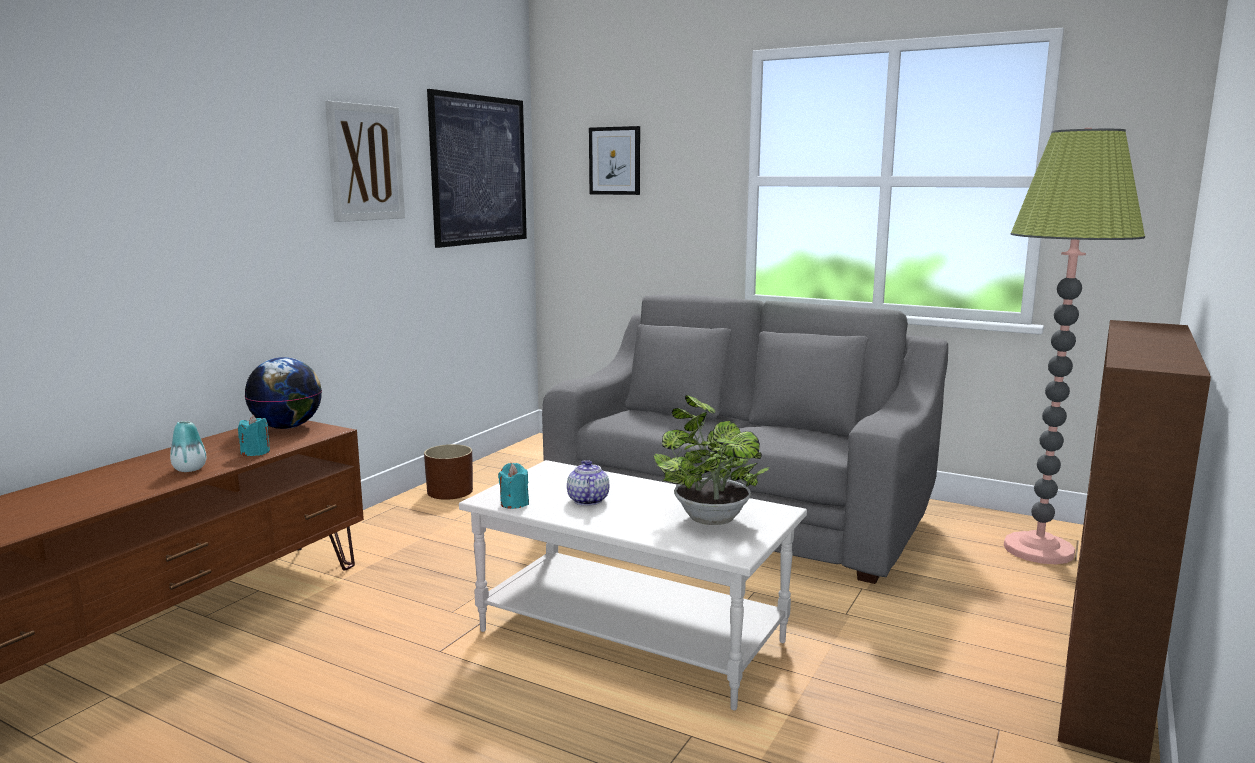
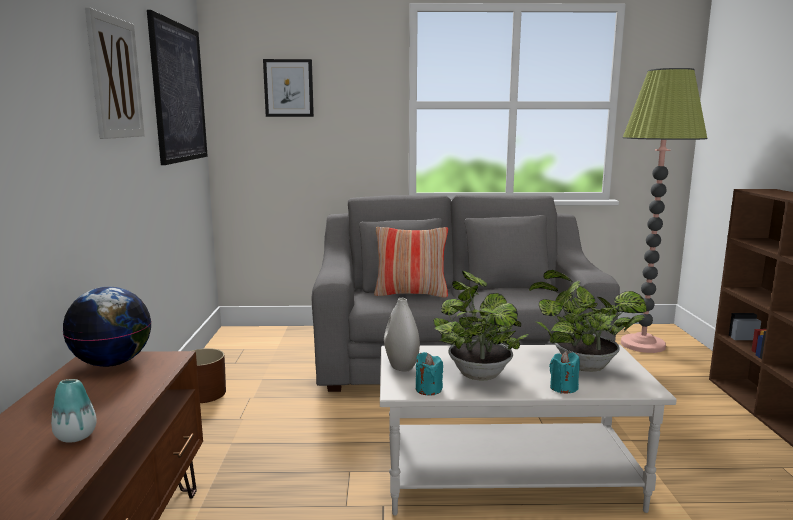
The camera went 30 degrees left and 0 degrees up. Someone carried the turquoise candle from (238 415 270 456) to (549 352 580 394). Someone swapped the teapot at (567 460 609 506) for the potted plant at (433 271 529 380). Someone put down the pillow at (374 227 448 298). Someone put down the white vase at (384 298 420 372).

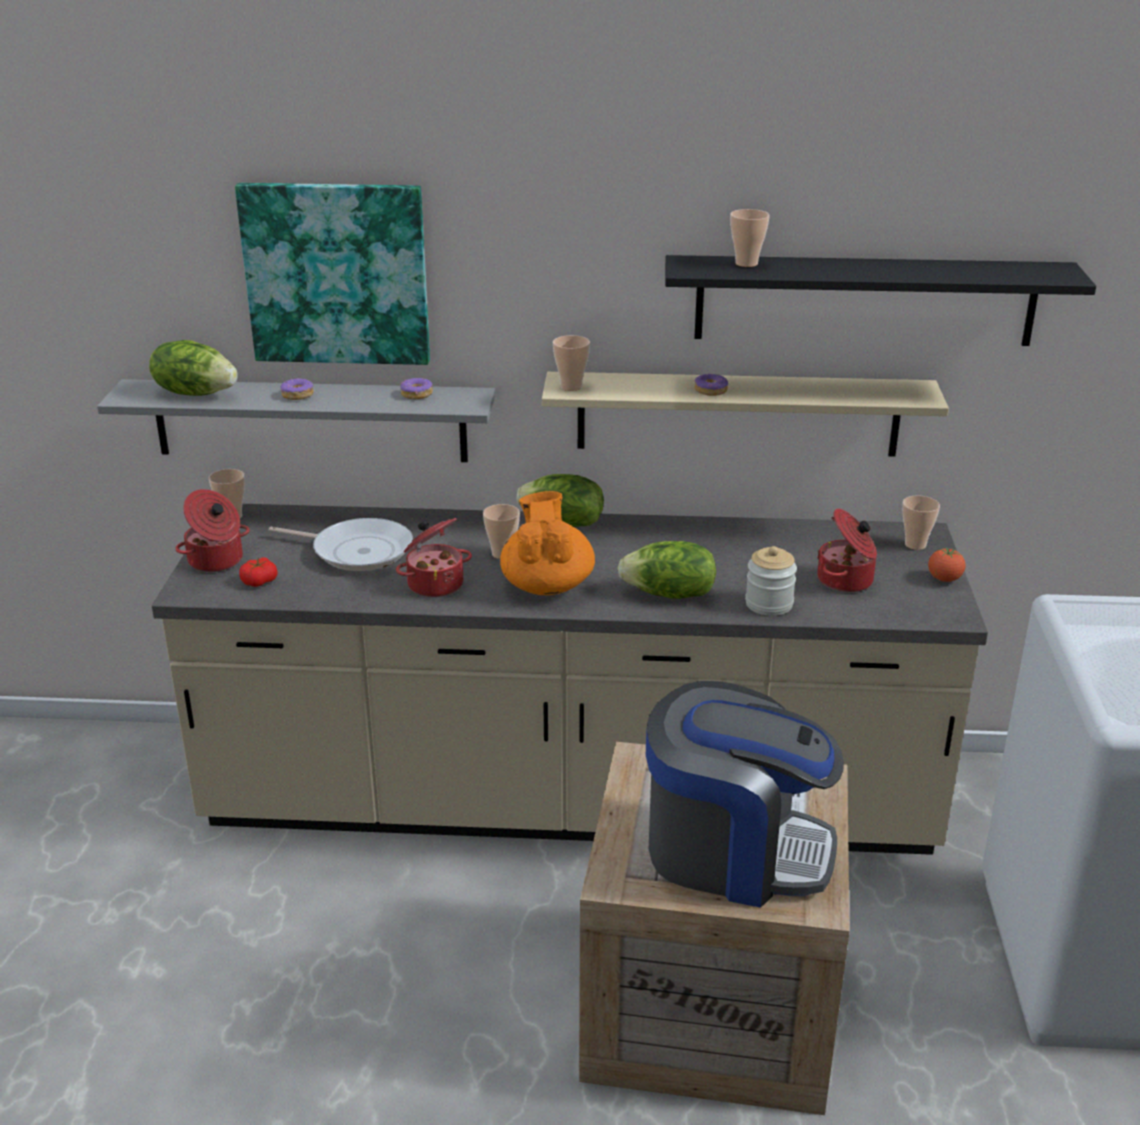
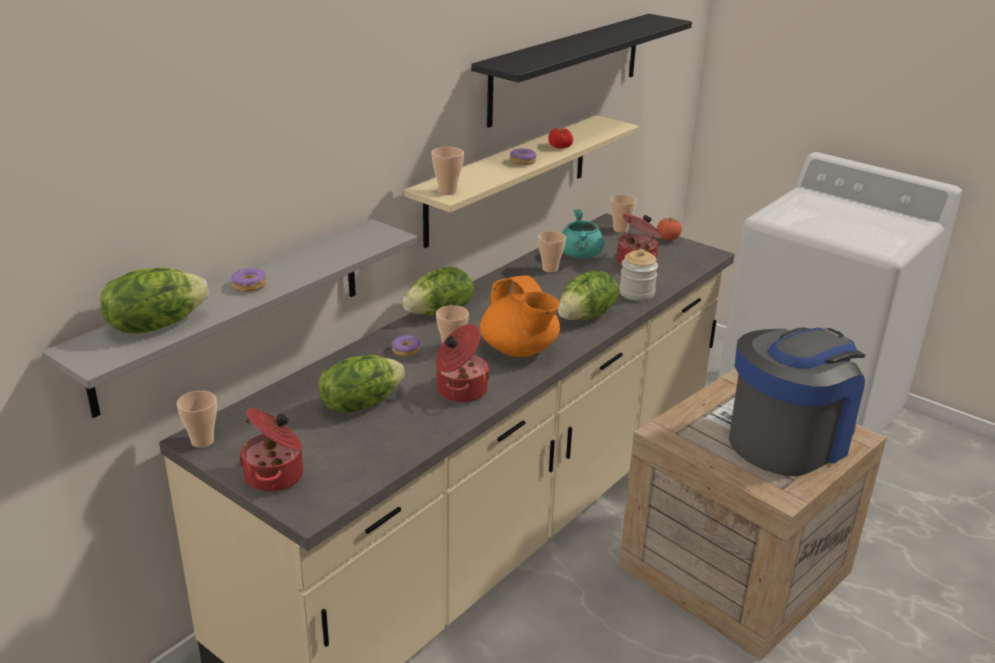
The camera went 55 degrees left and 0 degrees up. Someone took away the picture at (235 183 430 365). Someone carried the cup from (730 209 770 267) to (538 231 566 273). Someone carried the donut from (400 378 433 399) to (392 335 421 357). Someone rotated the orange teapot at (500 491 595 595) by 150 degrees counterclockwise. Someone swapped the frying pan at (269 518 413 571) for the lettuce at (318 355 405 413). Someone carried the tomato from (239 557 278 587) to (549 128 573 149). Someone put down the turquoise cooking pot at (562 210 605 258).

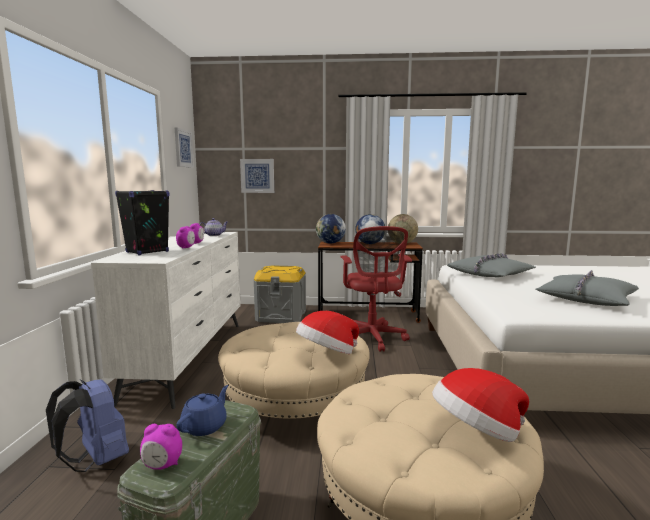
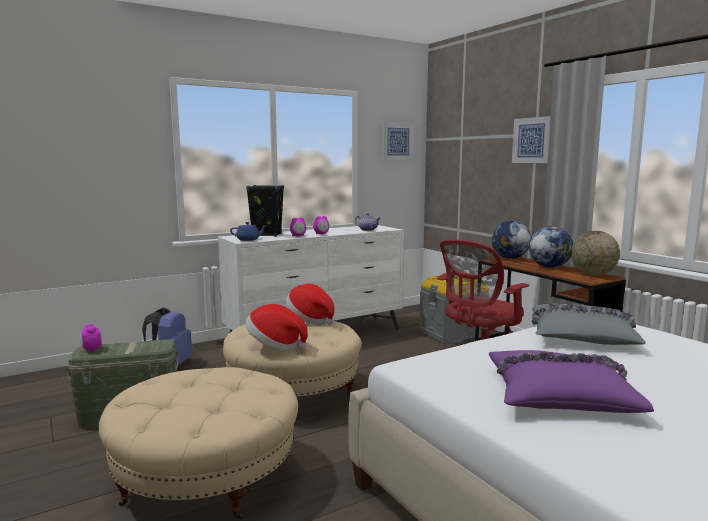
The camera went 55 degrees right and 0 degrees up. Someone carried the picture from (240 159 274 193) to (512 116 551 163). Someone repainted the grey pillow at (536 270 639 306), which became the purple pillow at (489 350 654 413). Someone carried the hat from (432 368 529 442) to (286 284 334 325). Someone carried the blue teapot from (176 385 228 436) to (230 222 266 241).

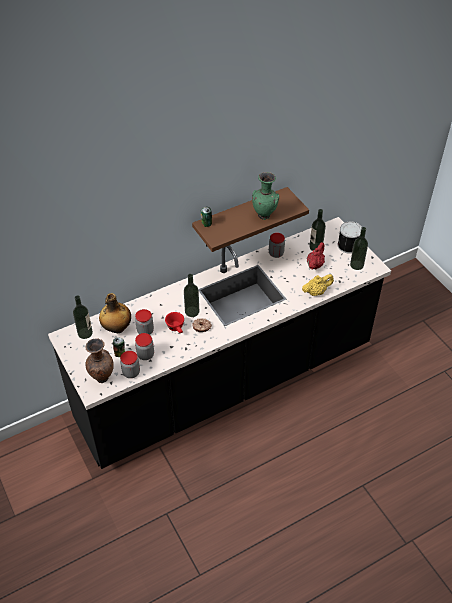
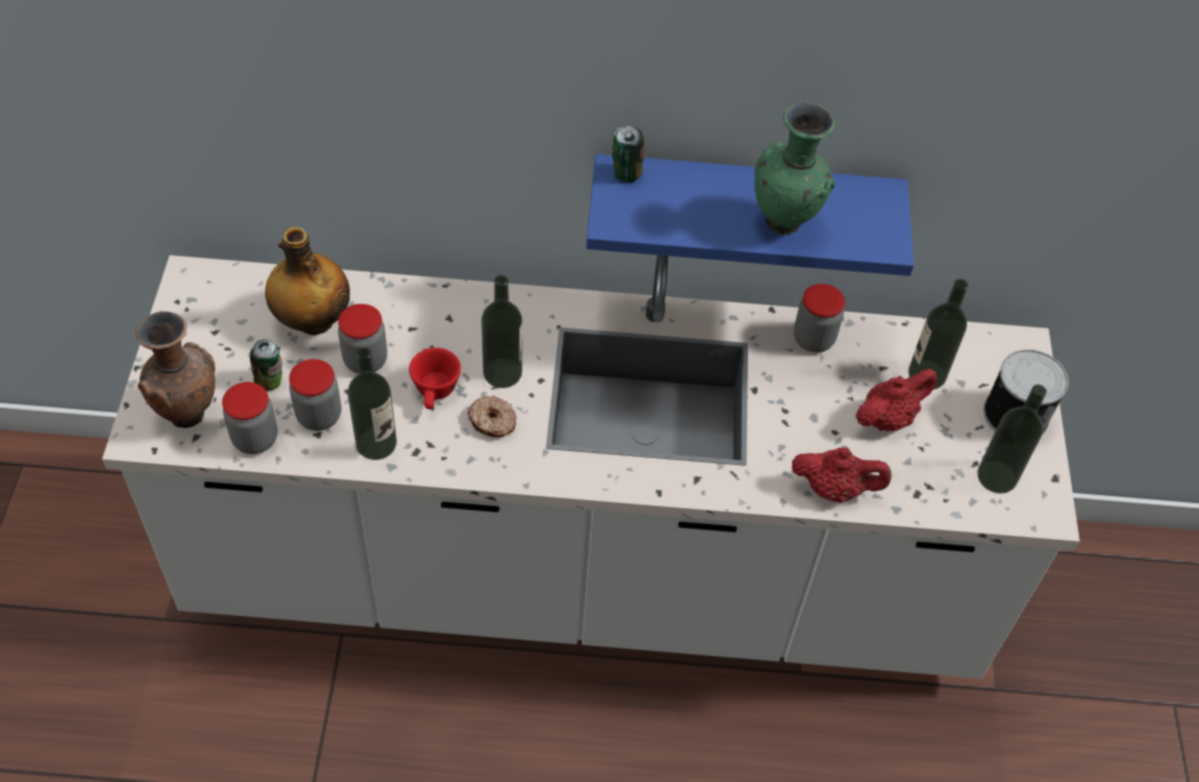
The camera went 30 degrees right and 5 degrees up. Someone repainted the brown shelf at (192 187 309 252), which became the blue shelf at (586 154 914 276). Someone repainted the black counter at (48 217 391 469), which became the white counter at (102 255 1080 679). Someone repainted the yellow teapot at (302 274 334 296), which became the red teapot at (792 447 892 503). Someone carried the bottle from (73 295 93 339) to (348 348 397 460).

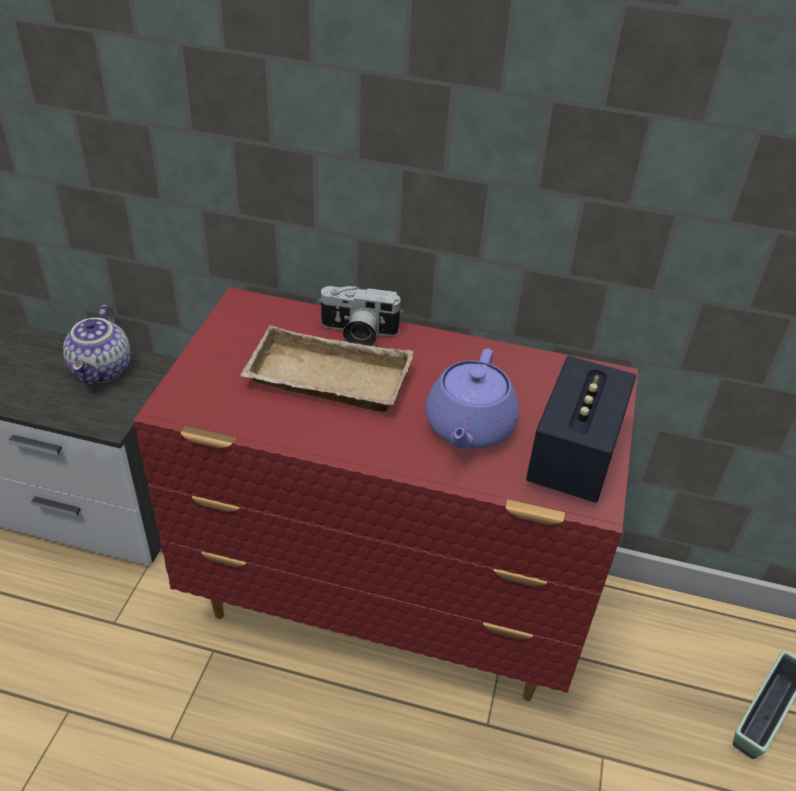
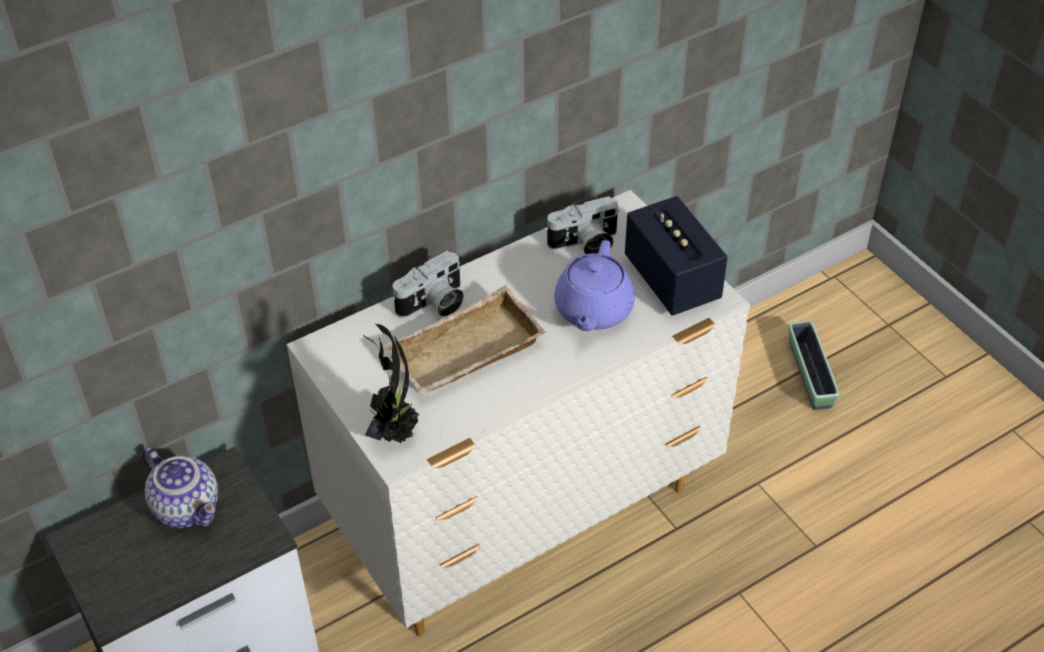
The camera went 45 degrees left and 5 degrees up. Someone repainted the red dresser at (133 287 638 701), which became the white dresser at (287 190 750 636). Someone rotated the purple teapot at (425 348 519 449) by 45 degrees clockwise. Someone put down the photo camera at (545 196 619 254). Someone put down the potted plant at (363 324 419 443).

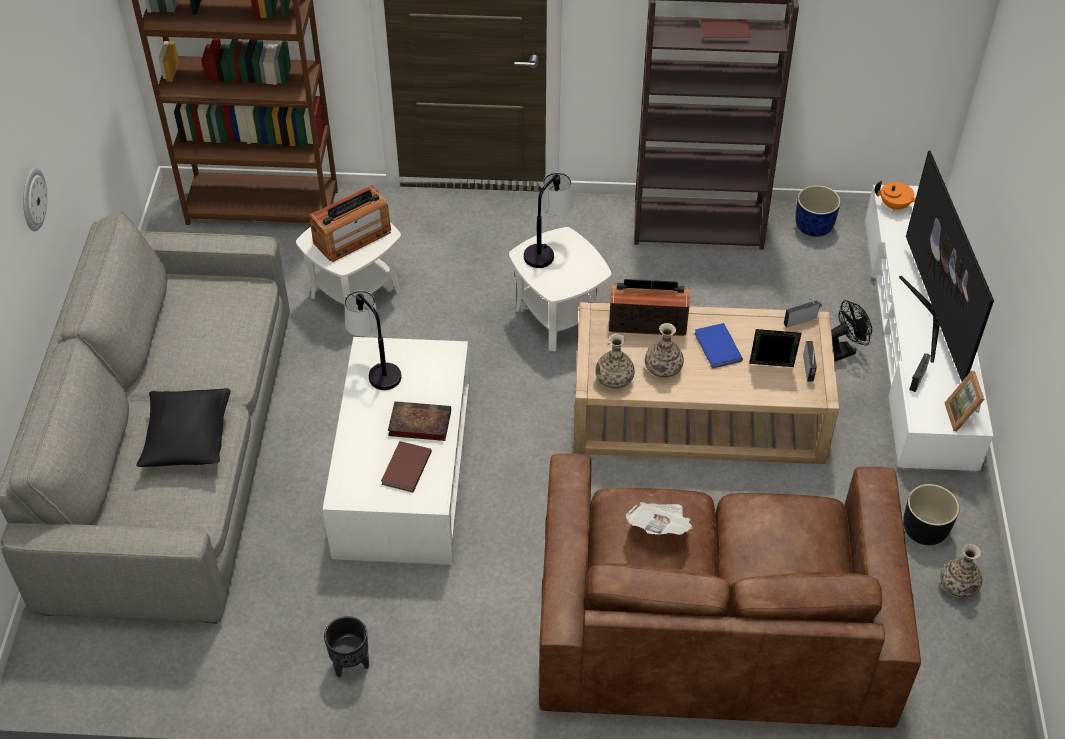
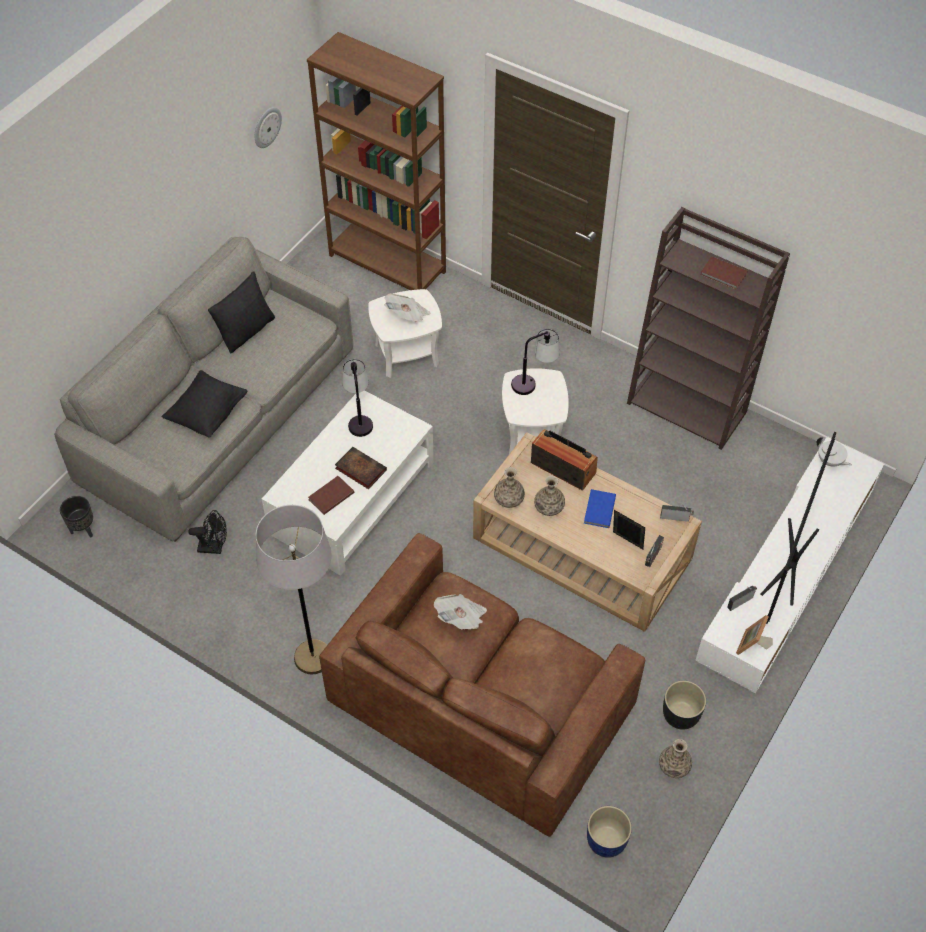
The camera went 30 degrees right and 5 degrees up. Someone carried the wall clock from (23 168 47 231) to (255 107 282 148). Someone repainted the orange teapot at (874 181 916 212), which became the white teapot at (817 437 852 467). Someone swapped the radio at (309 185 391 262) for the newspaper at (384 293 430 322). Someone carried the blue planter from (795 185 841 237) to (587 806 632 858). Someone carried the black fan from (831 300 872 361) to (188 510 227 554). Someone carried the black planter from (324 616 369 677) to (60 496 93 538). Someone put down the black pillow at (208 271 275 353). Someone put down the grey floor lamp at (256 505 332 674).

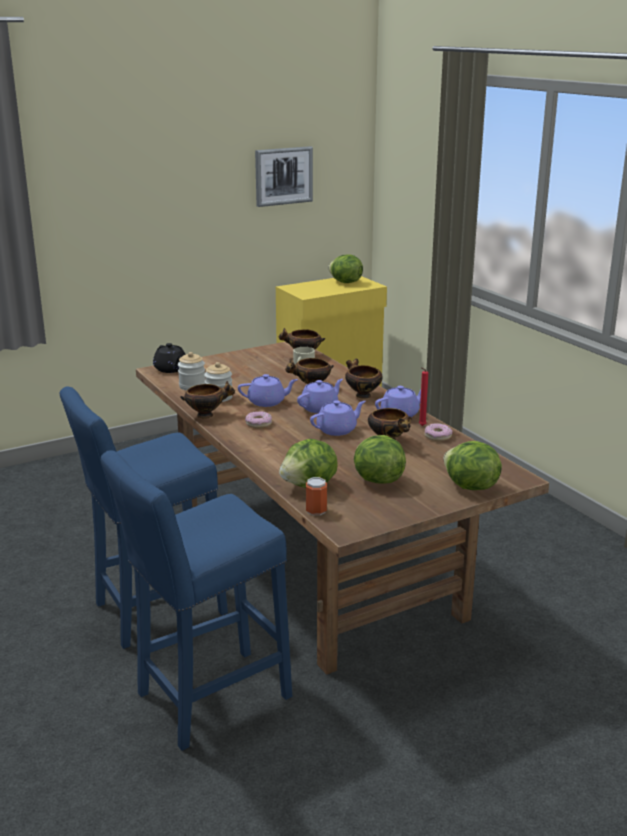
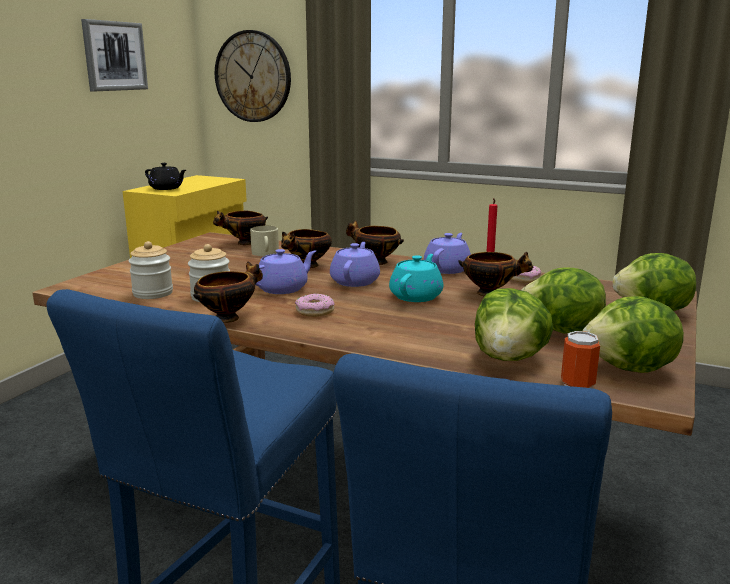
The camera went 35 degrees left and 5 degrees down. Someone carried the lettuce from (328 254 363 283) to (583 296 684 373). Someone carried the black teapot from (153 343 186 373) to (145 163 186 190). Someone repainted the purple teapot at (310 400 366 436), which became the turquoise teapot at (389 254 443 302). Someone put up the wall clock at (215 30 291 122).

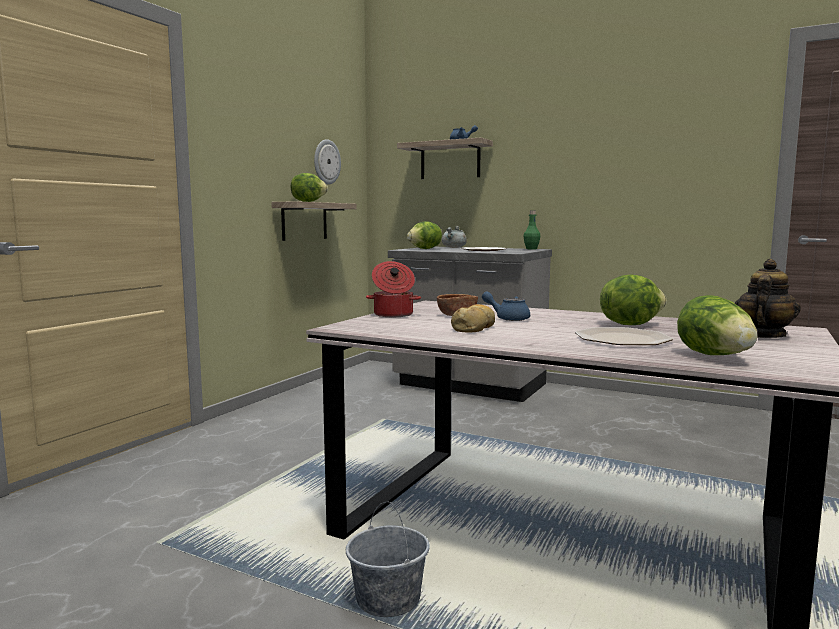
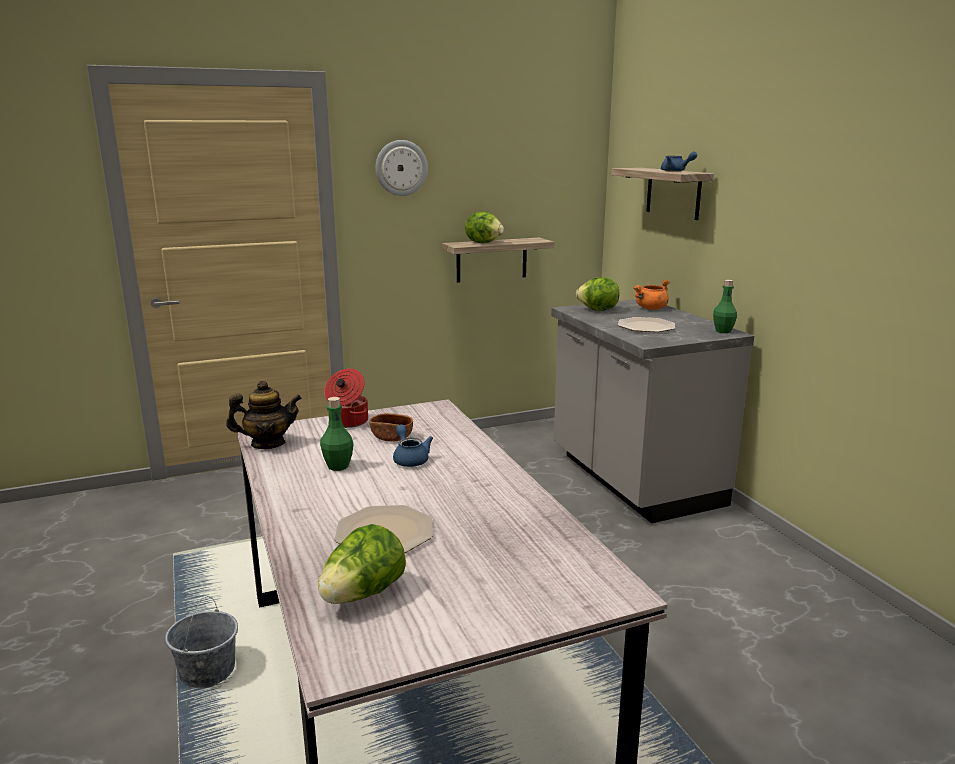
The camera went 40 degrees right and 10 degrees up. Someone carried the wall clock from (314 139 341 184) to (376 140 428 196). Someone repainted the grey cooking pot at (442 226 467 248), which became the orange cooking pot at (633 280 670 310). Someone carried the teapot from (735 259 801 338) to (226 380 302 449). Someone took away the lettuce at (600 275 667 325). Someone swapped the bread at (451 304 495 333) for the green bottle at (320 397 354 471).

